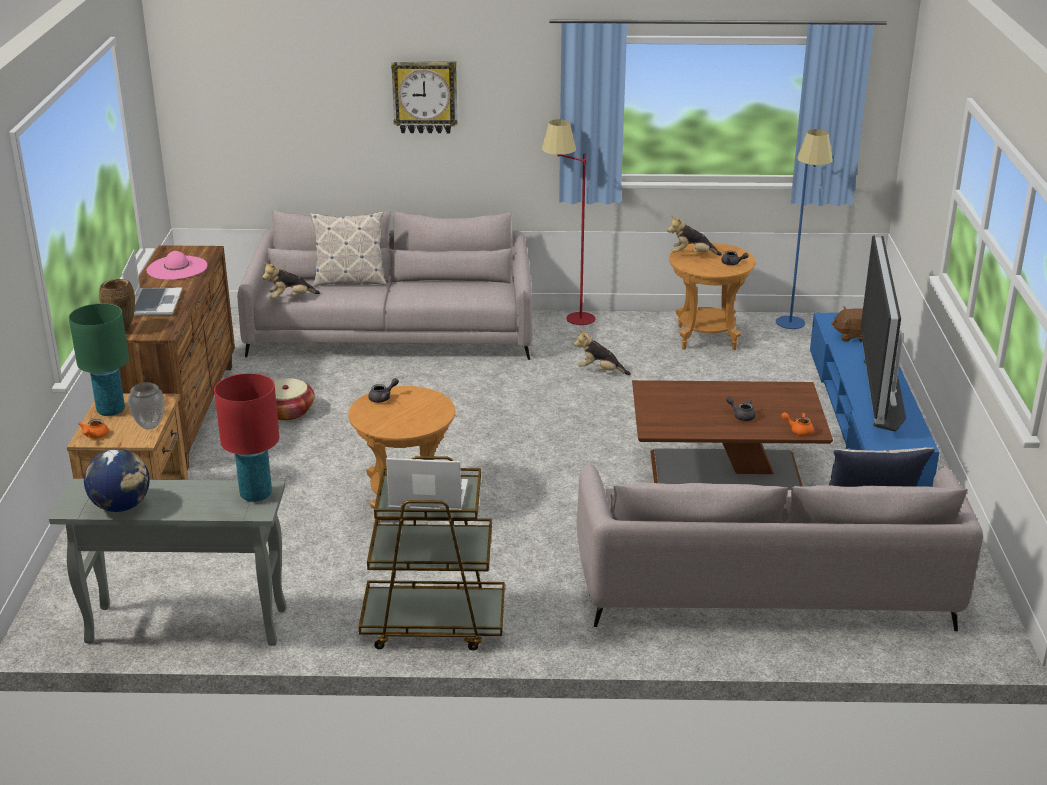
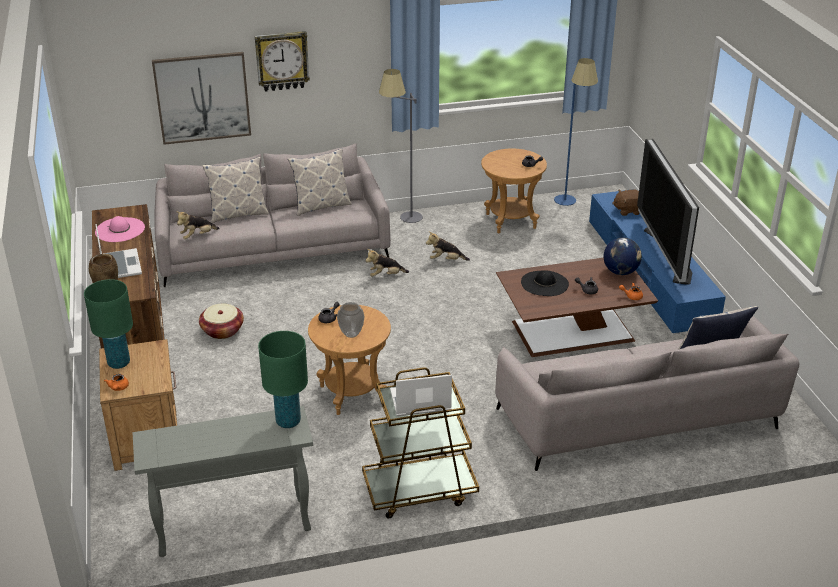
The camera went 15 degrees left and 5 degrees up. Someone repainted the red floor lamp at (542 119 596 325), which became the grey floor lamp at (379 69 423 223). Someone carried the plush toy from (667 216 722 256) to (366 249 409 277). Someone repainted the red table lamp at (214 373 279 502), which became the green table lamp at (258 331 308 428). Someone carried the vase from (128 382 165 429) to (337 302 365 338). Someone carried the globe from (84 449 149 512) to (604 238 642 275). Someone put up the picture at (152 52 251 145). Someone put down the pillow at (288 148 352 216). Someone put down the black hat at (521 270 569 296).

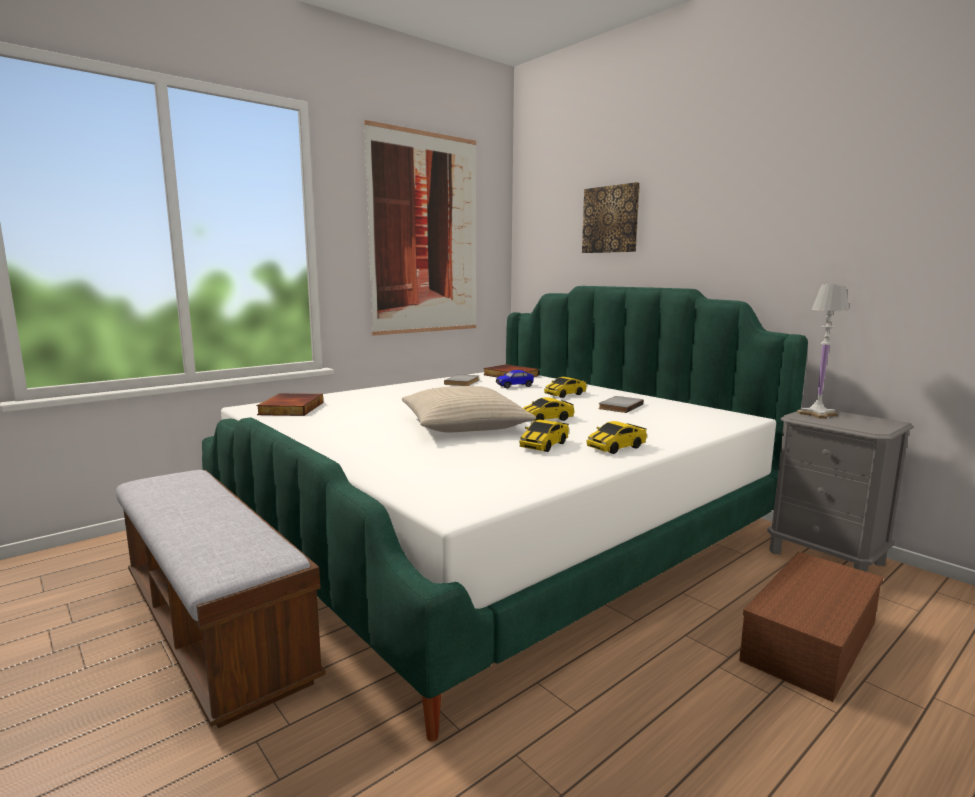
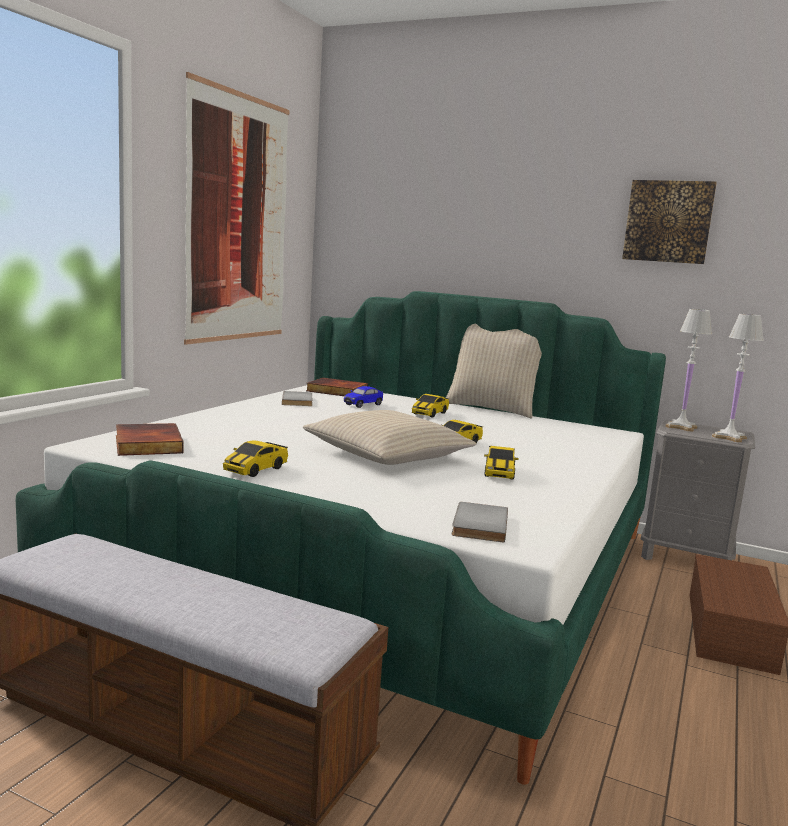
The camera went 25 degrees left and 0 degrees up. Someone carried the picture from (582 182 640 253) to (622 180 717 264). Someone carried the grey book from (598 396 644 413) to (452 502 508 543). Someone carried the toy car from (586 421 647 454) to (223 440 288 477). Someone put down the white table lamp at (712 314 764 442). Someone put down the beige pillow at (446 323 542 418).

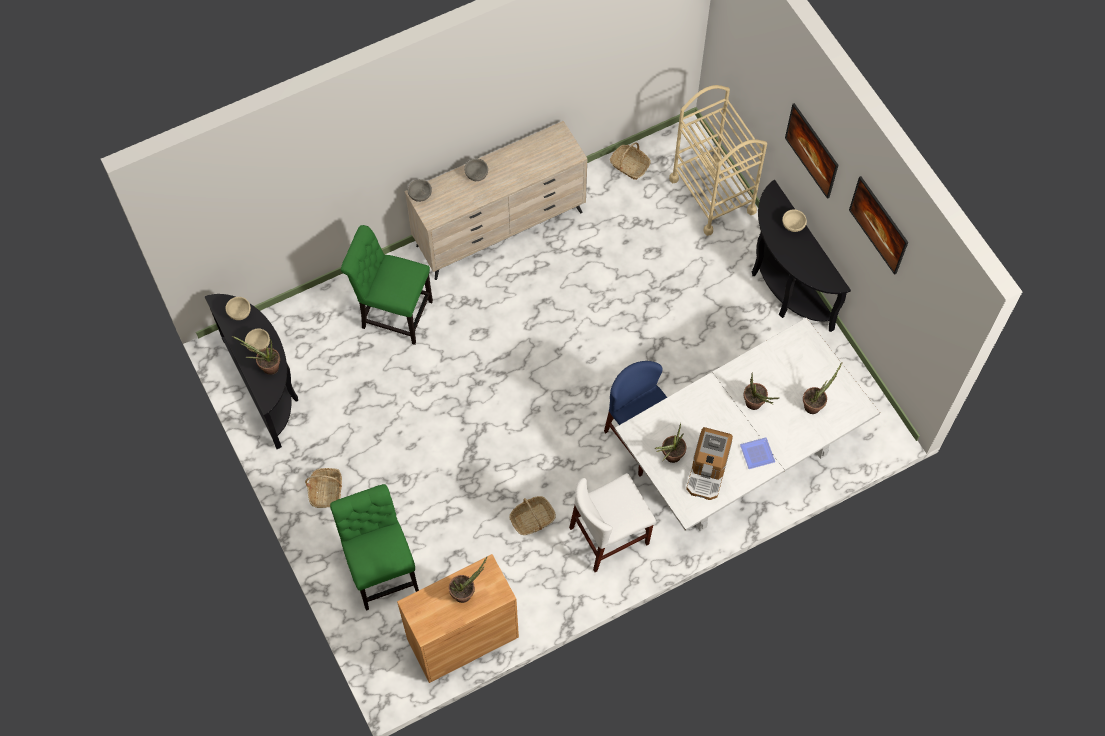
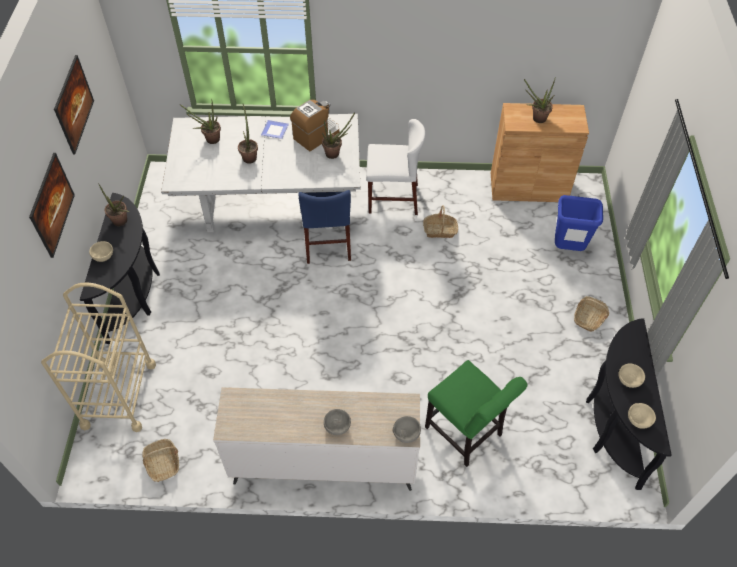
The camera went 150 degrees left and 10 degrees down. Someone carried the potted plant from (232 336 280 375) to (98 183 130 226). Someone swapped the green chair at (330 484 419 611) for the blue trash can at (555 195 603 251).

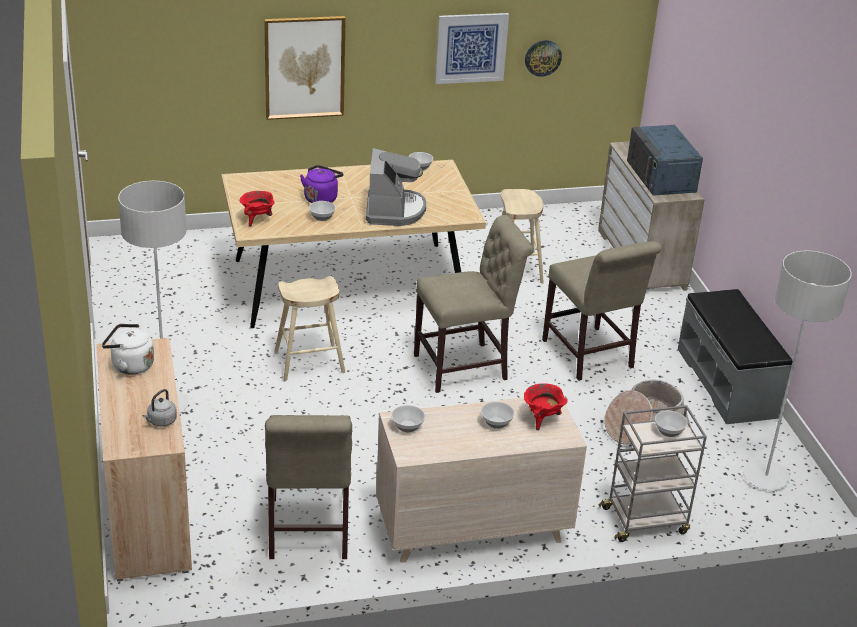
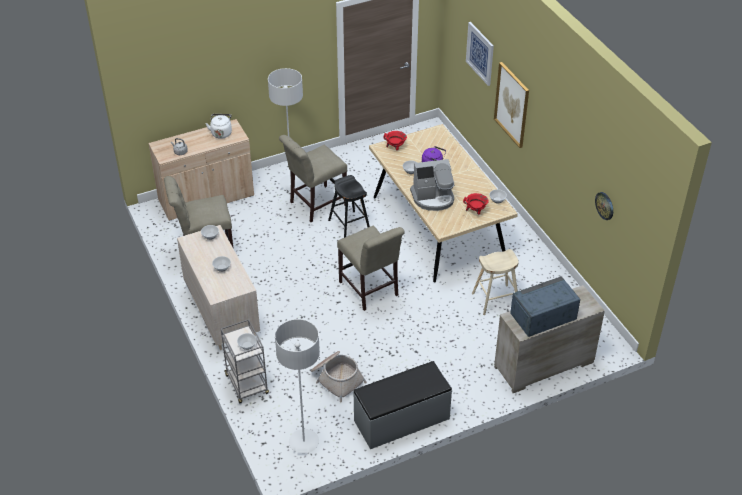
The camera went 80 degrees right and 10 degrees up. Someone carried the picture from (435 13 509 84) to (466 22 494 86). Someone carried the beige chair from (542 241 662 381) to (279 135 348 222). Someone repainted the beige stool at (274 276 345 381), which became the black stool at (328 175 370 238). Someone carried the red cooking pot from (524 384 568 431) to (463 193 489 214).

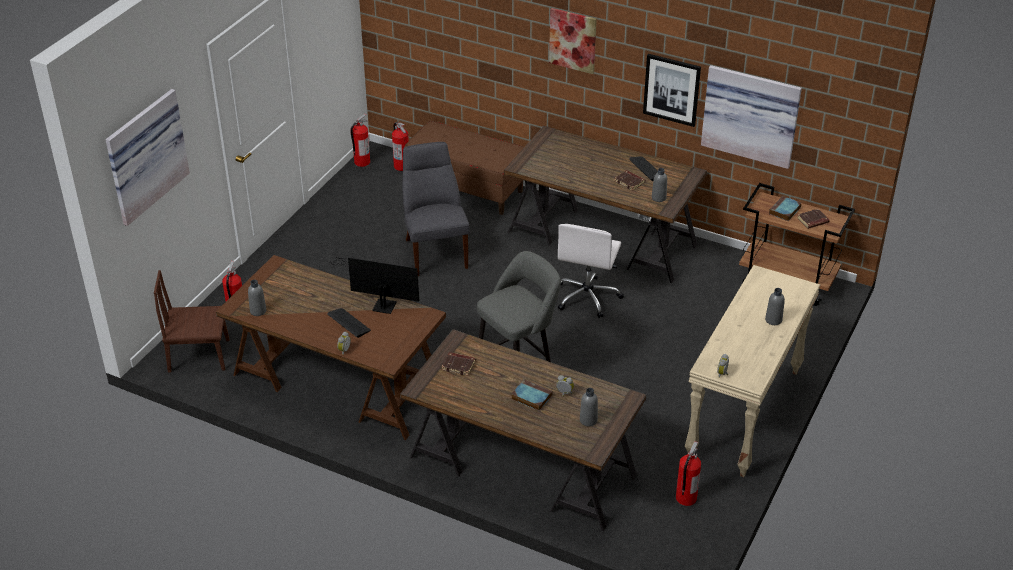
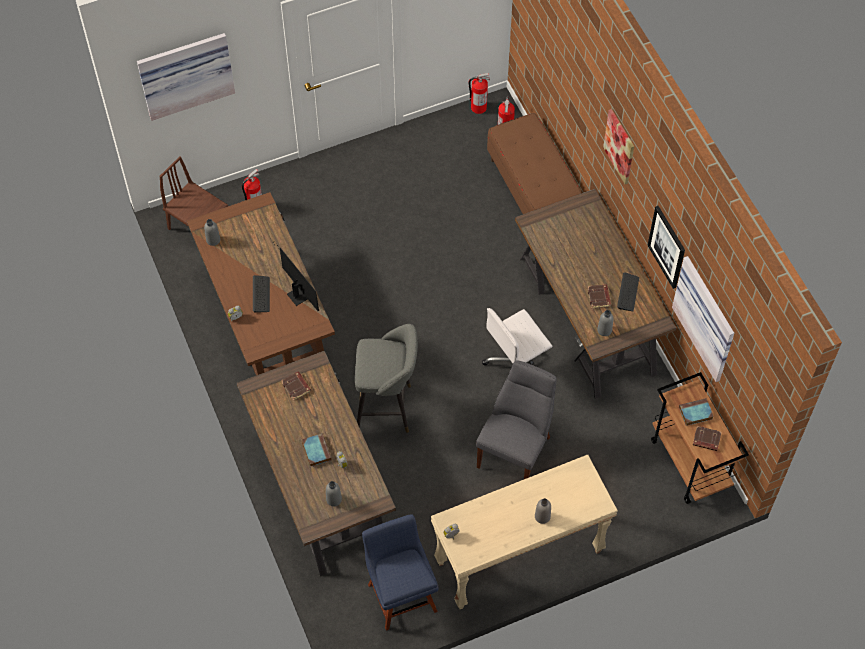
The camera went 40 degrees right and 20 degrees up. Someone carried the grey chair from (402 142 470 276) to (476 360 557 479). Someone swapped the fire extinguisher at (676 441 701 506) for the blue chair at (362 514 439 631).

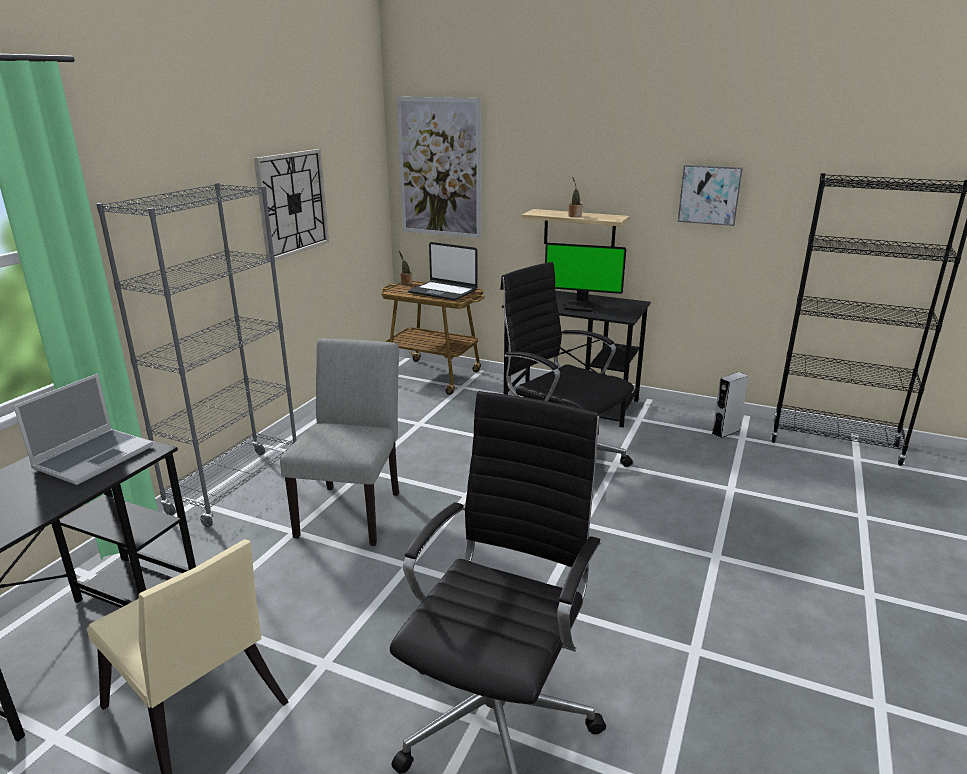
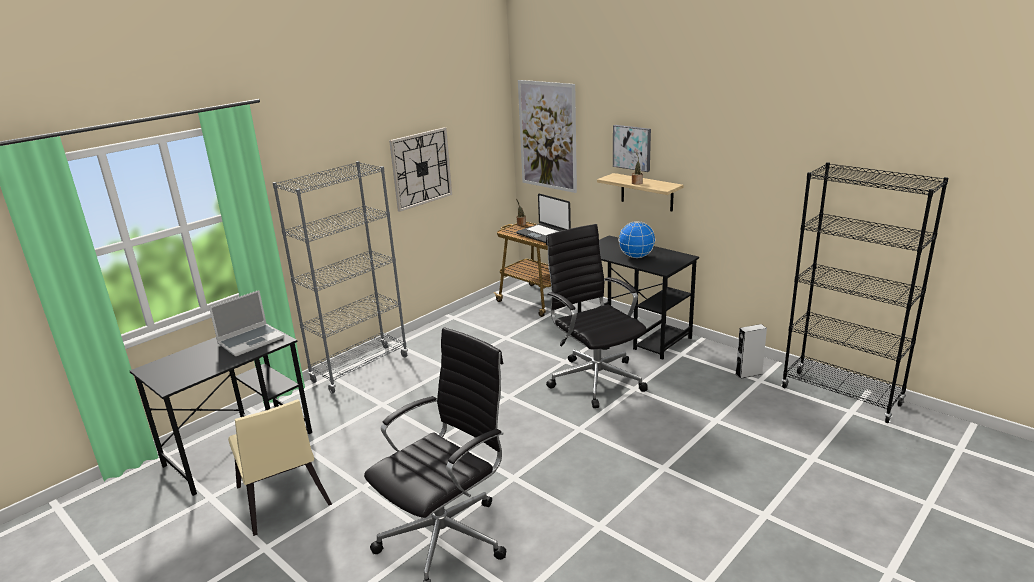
The camera went 20 degrees right and 0 degrees up. Someone carried the picture from (678 165 743 226) to (613 125 651 172). Someone swapped the monitor at (545 243 626 312) for the globe at (618 221 656 258). Someone took away the grey chair at (280 339 399 546).

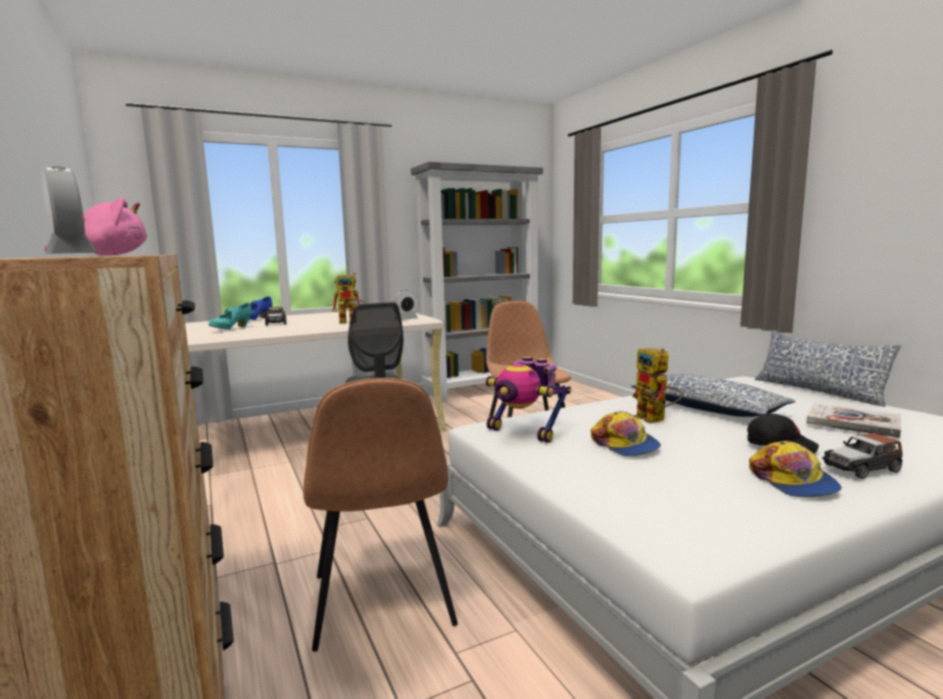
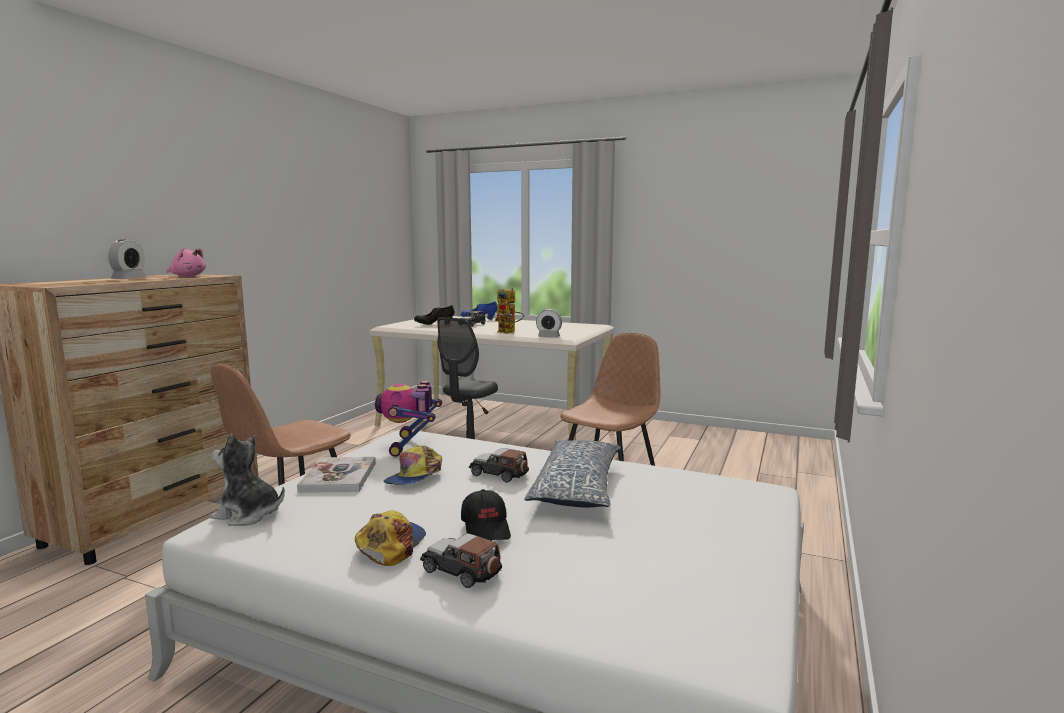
The camera went 50 degrees right and 0 degrees up. Someone took away the grey bookcase at (411 162 543 402). Someone repainted the turquoise shoe at (208 303 252 330), which became the black shoe at (414 305 454 325). Someone took away the pillow at (755 330 902 407). Someone swapped the toy robot at (632 348 683 424) for the toy car at (469 448 529 483). Someone carried the book from (806 403 901 438) to (297 457 376 493). Someone rotated the cap at (749 441 842 498) by 150 degrees clockwise. Someone put down the plush toy at (210 434 285 526).

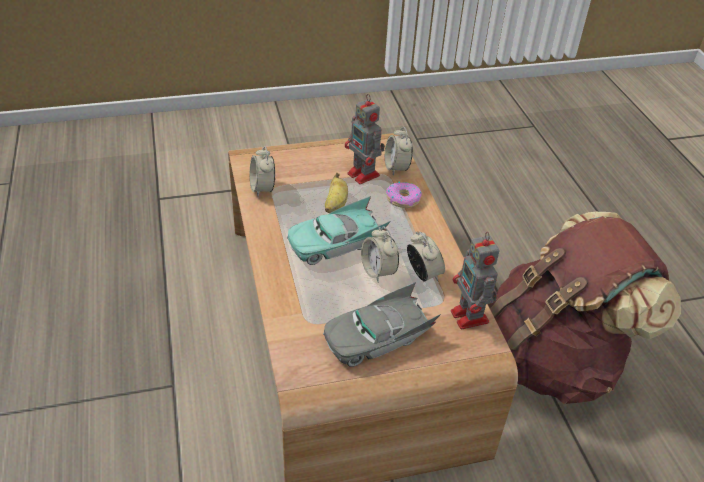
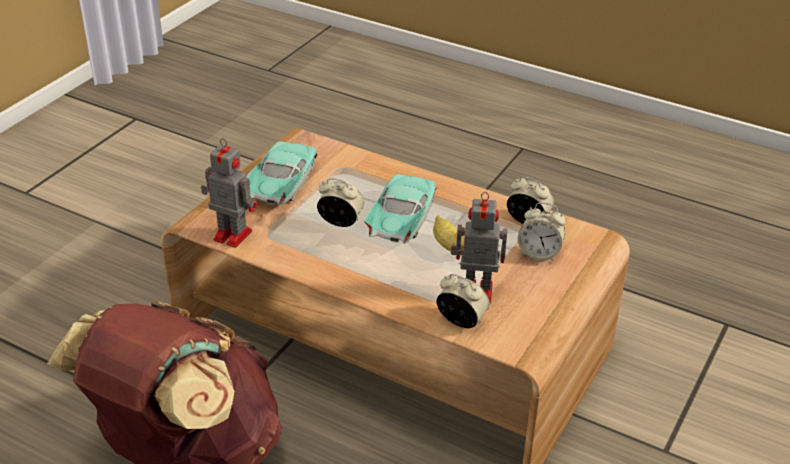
The camera went 135 degrees right and 5 degrees down. Someone took away the donut at (386 182 422 208). Someone carried the alarm clock from (407 231 445 282) to (518 203 566 262). Someone repainted the grey toy car at (323 282 441 367), which became the turquoise toy car at (246 142 317 205).

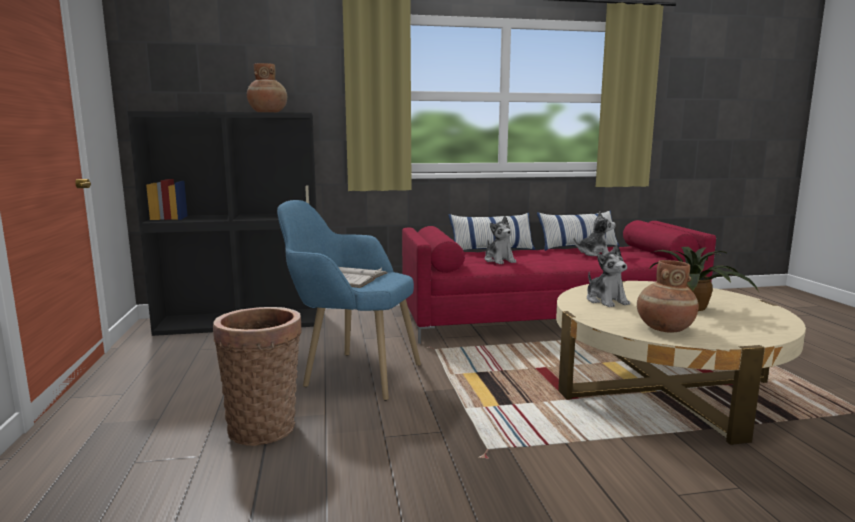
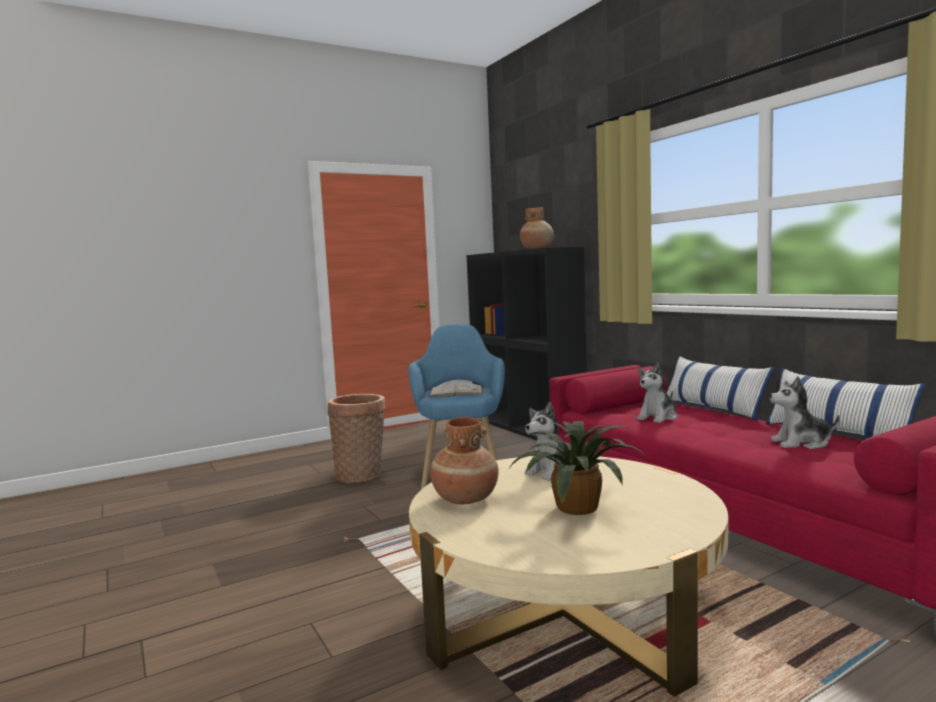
The camera went 70 degrees right and 5 degrees down. Someone rotated the plush toy at (574 211 615 256) by 120 degrees clockwise.

